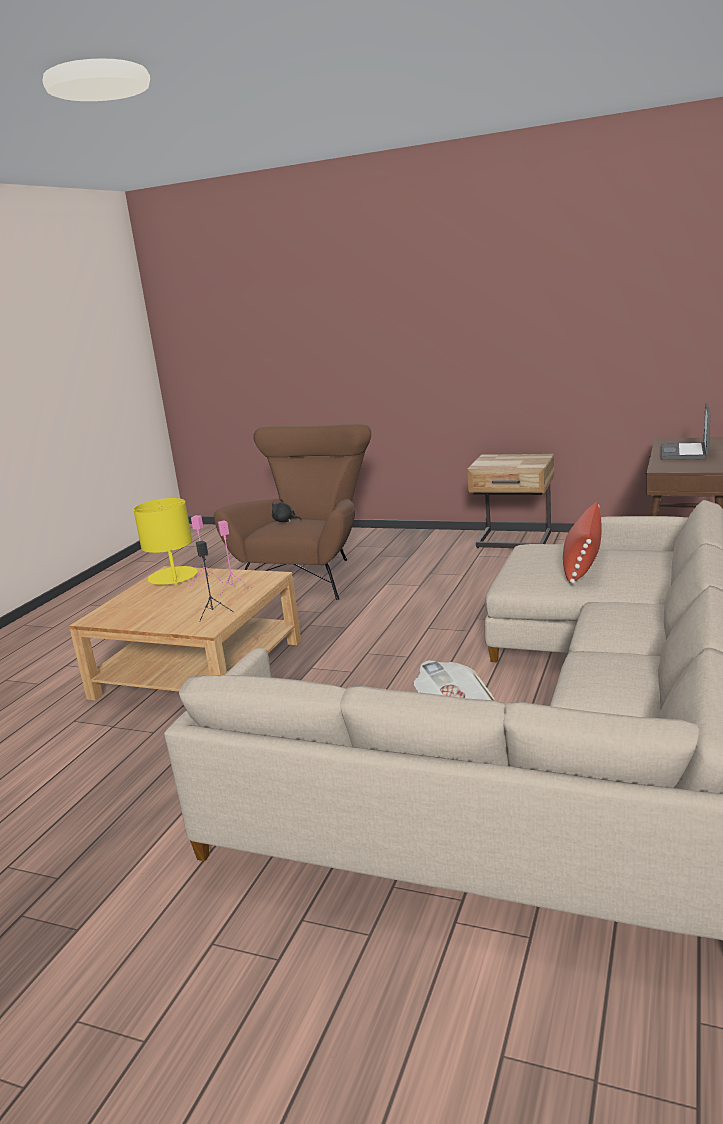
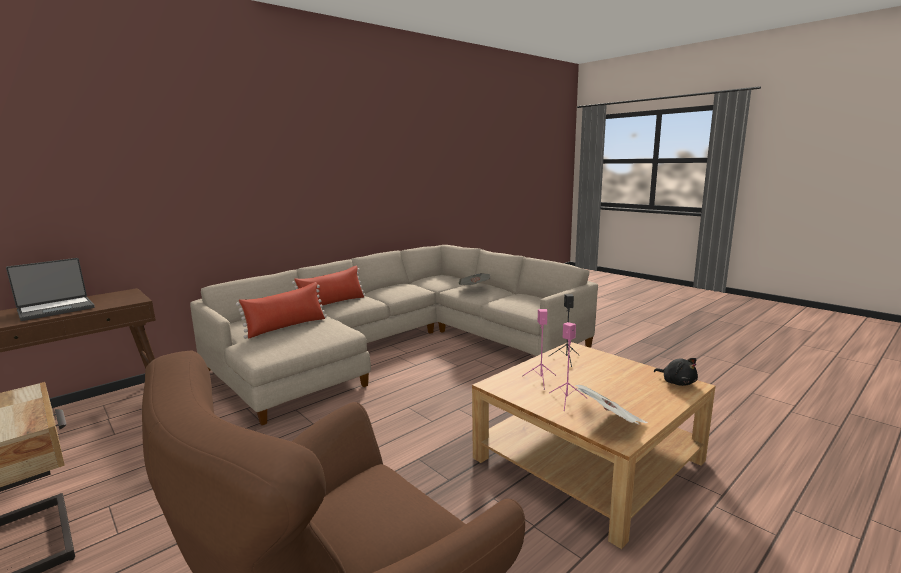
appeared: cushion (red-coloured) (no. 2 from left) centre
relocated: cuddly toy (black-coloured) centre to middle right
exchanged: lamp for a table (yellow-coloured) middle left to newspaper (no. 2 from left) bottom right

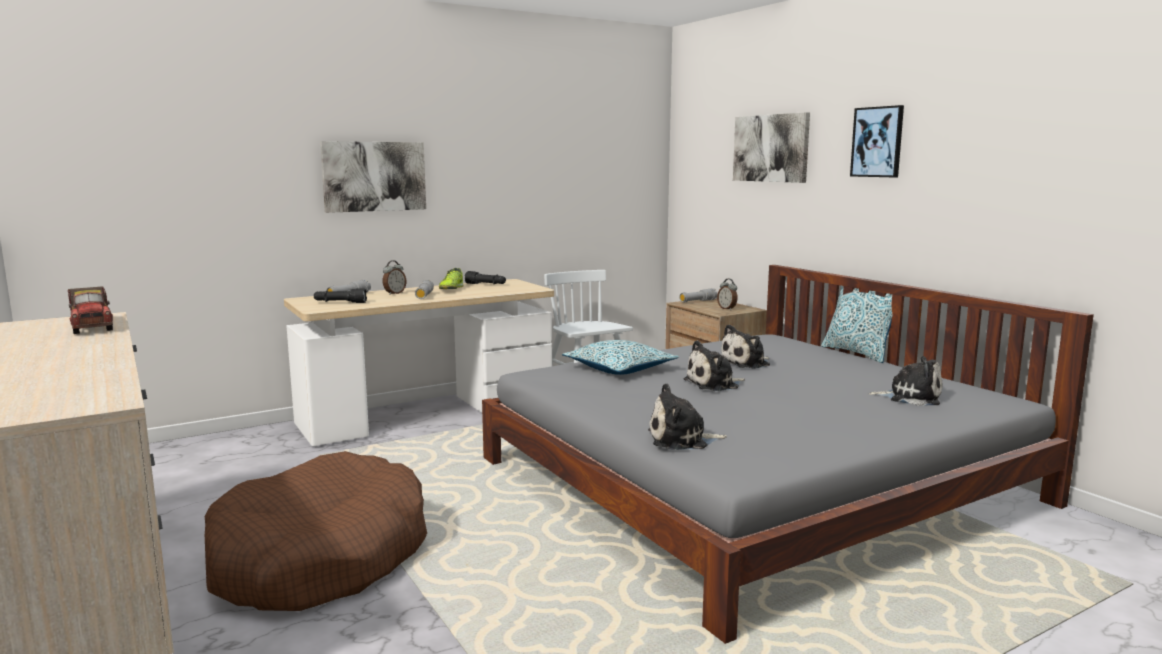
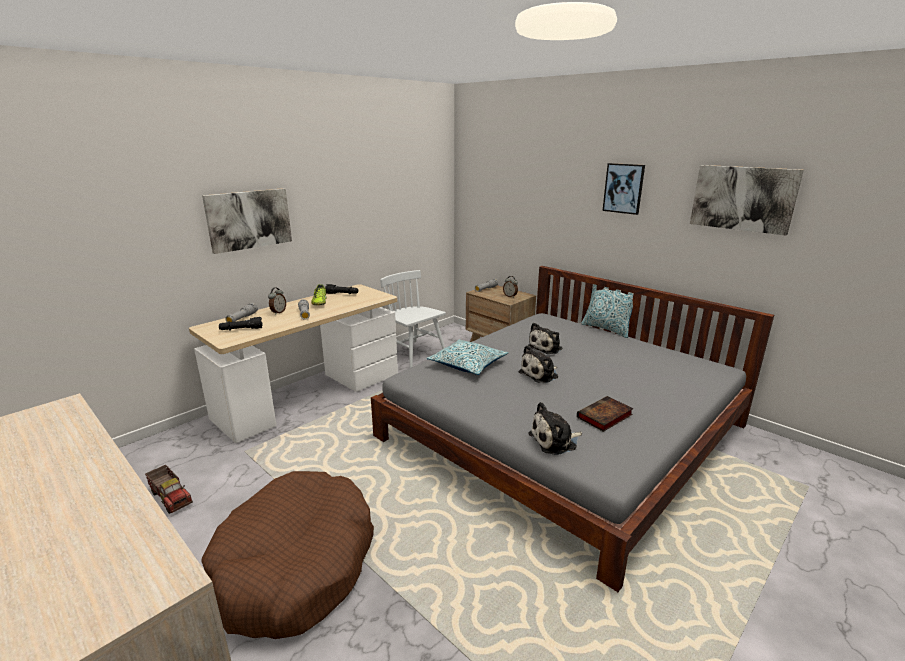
missing: cuddly toy (no. 4 from left) middle right
appeared: bound book middle right
relocated: model truck middle left to bottom left; wall picture (no. 2 from left in the first image) top centre to wall picture (no. 3 from left) top right

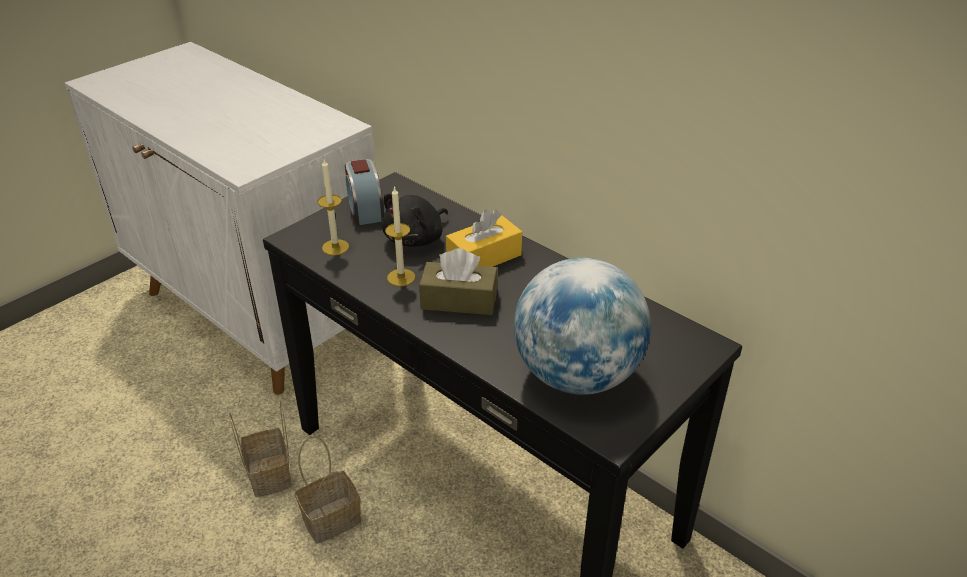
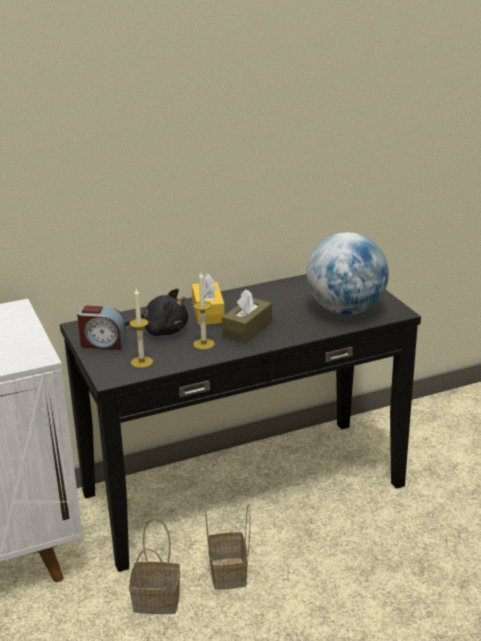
spun: cuddly toy (black-coloured) centre = middle left 60 degrees counterclockwise

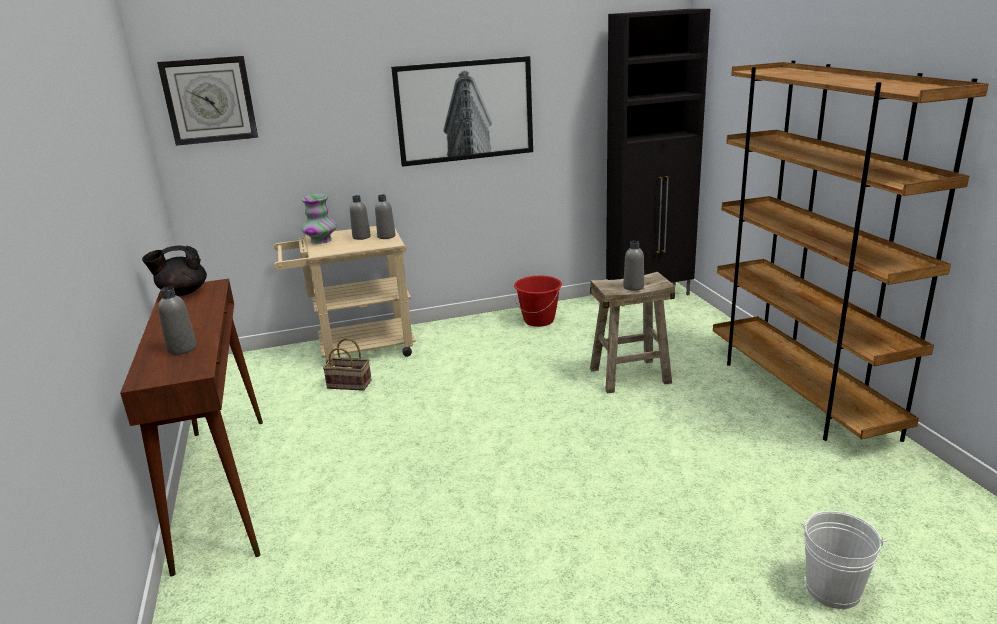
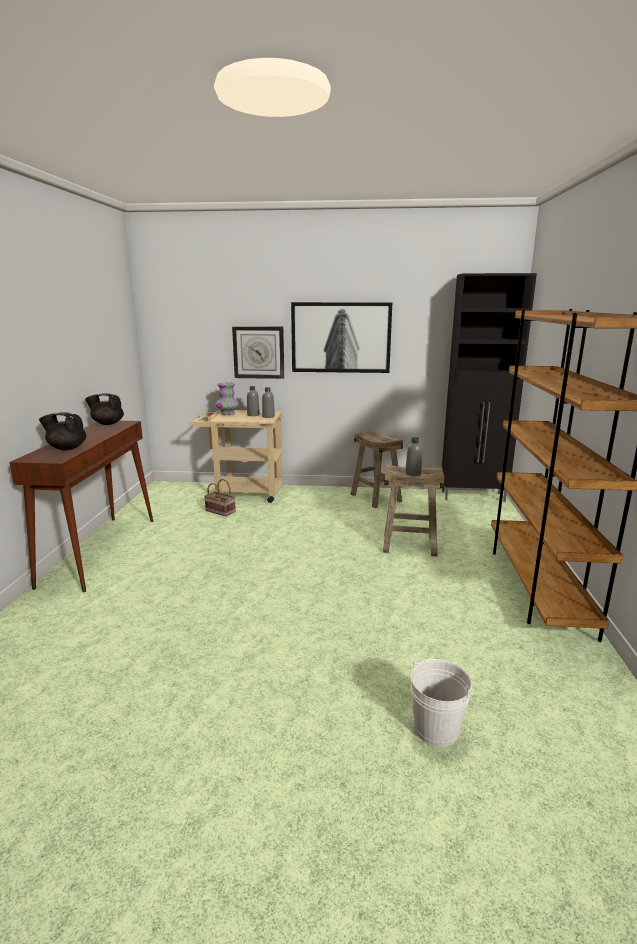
relocated: clock on the wall top left to centre
exchanged: drink bottle (greyish) (no. 1 from left) middle left to tea pot (black-coloured) (no. 1 from left) middle left; pail (red-coloured) centre to sitting stool (beige) (no. 1 from left) centre

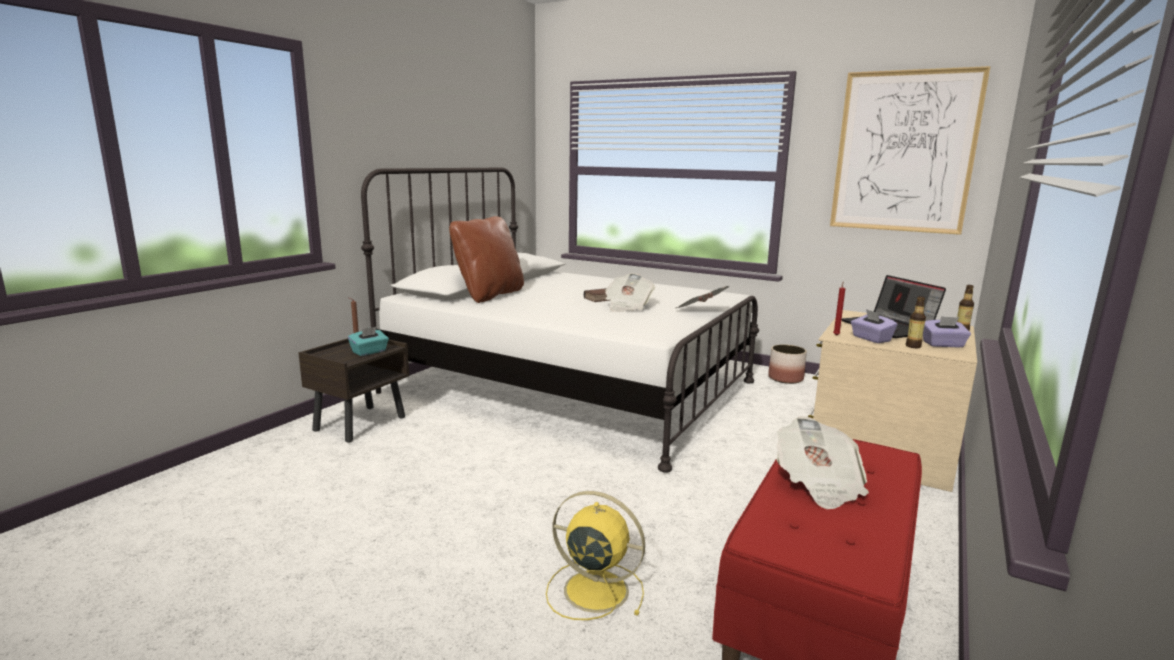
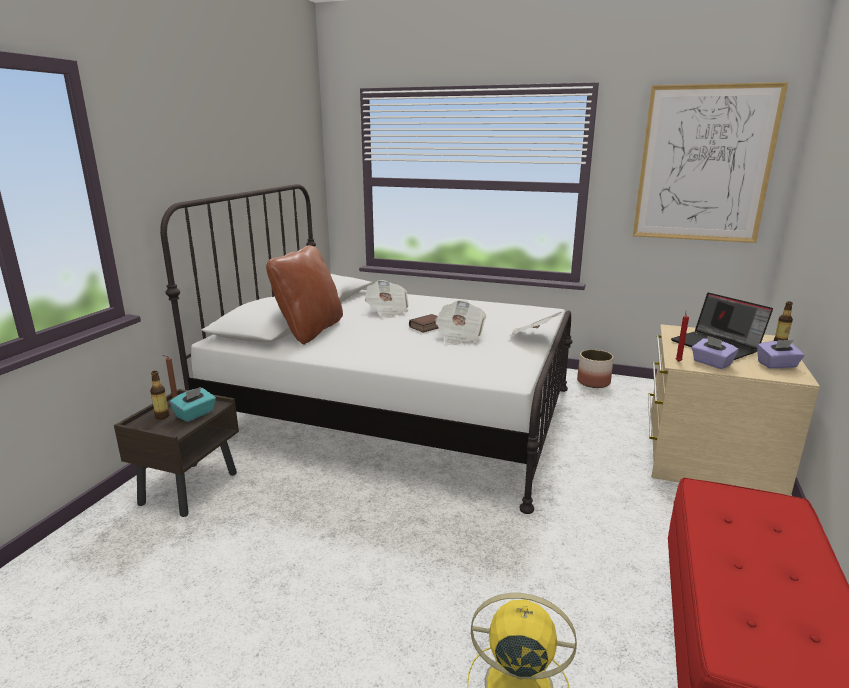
relocated: drink bottle (no. 1 from left) middle right to middle left; newspaper (no. 3 from left in the first image) bottom right to newspaper (no. 1 from left) centre

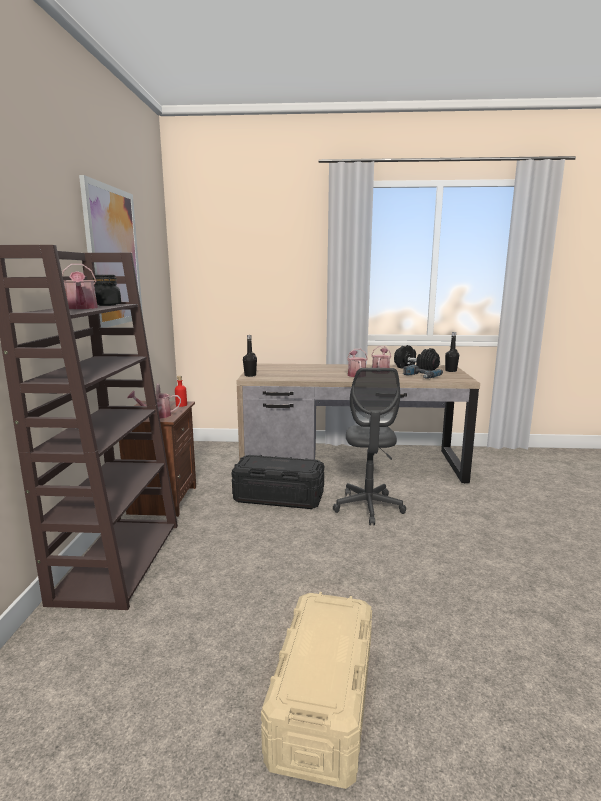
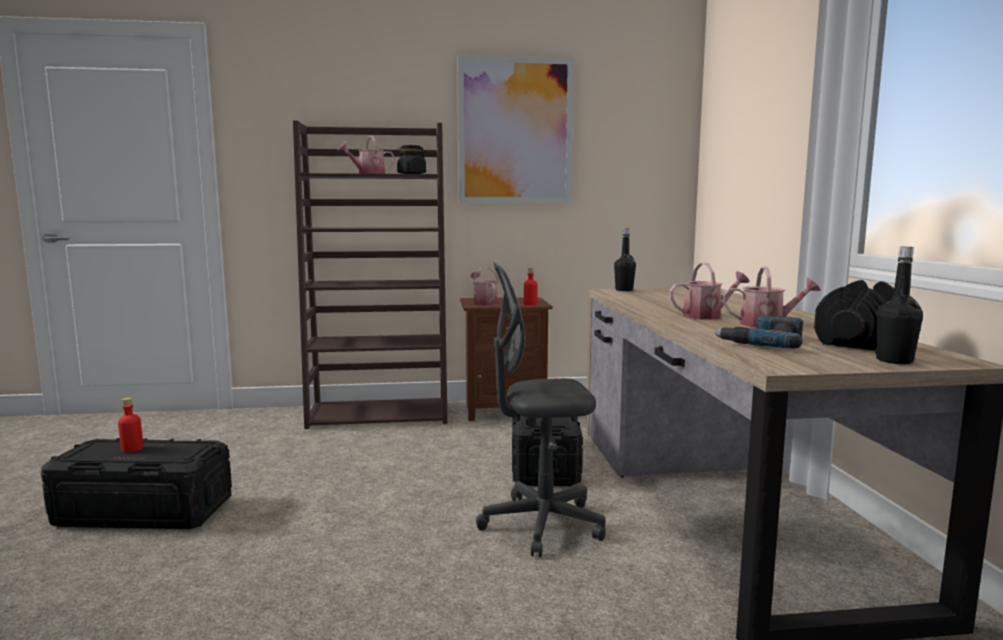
appeared: drink bottle (red-coloured) (no. 1 from left) middle left
colour: storage box (beige) bottom centre to storage box (black-coloured) (no. 1 from left) bottom left

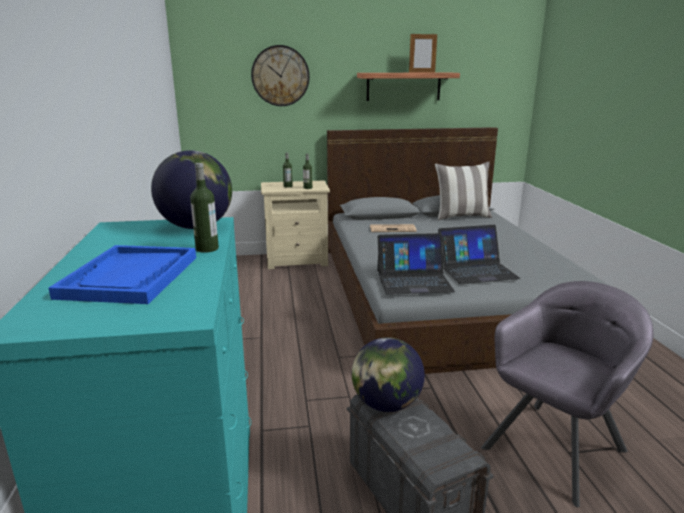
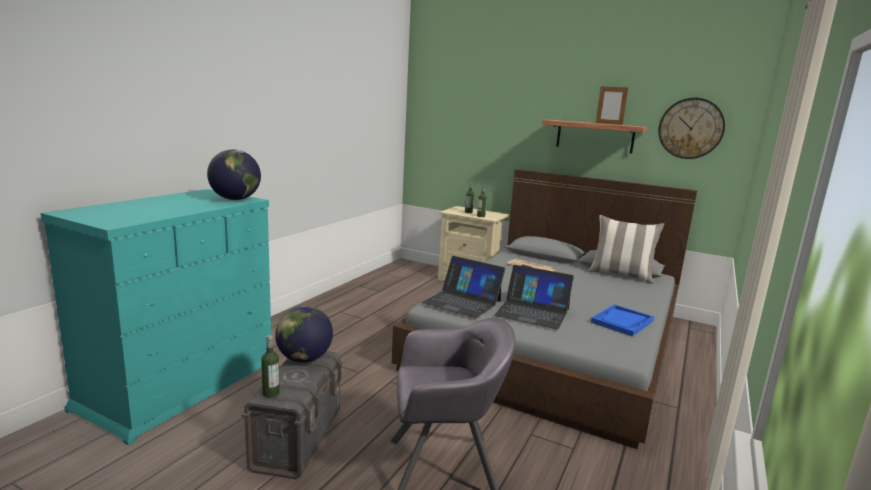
relocated: drink bottle (no. 1 from left) middle left to bottom left; serving tray (blue) middle left to middle right; clock on the wall top centre to top right

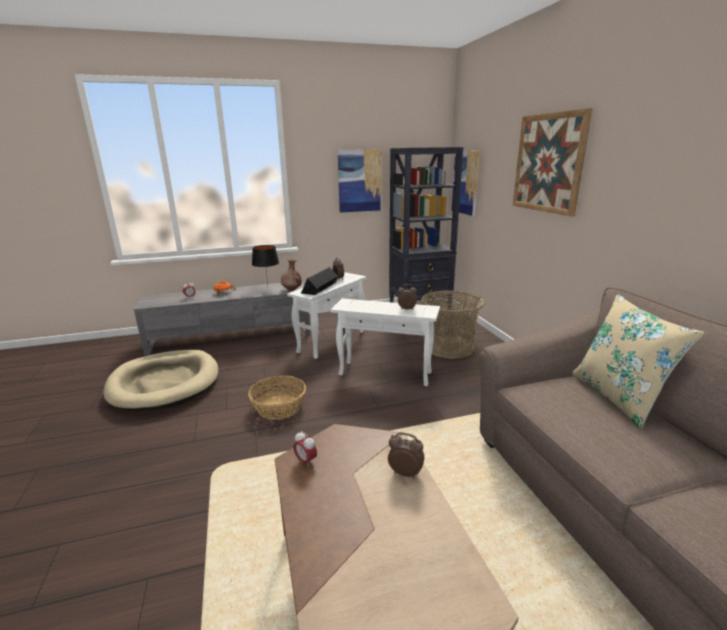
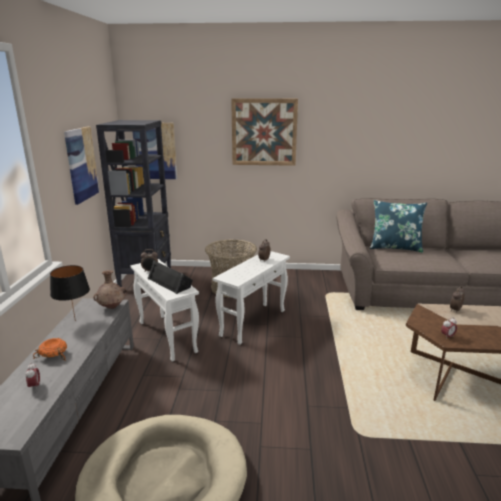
missing: storage basket (no. 1 from left) centre
colour: cushion (beige) middle right to cushion (blue) middle right

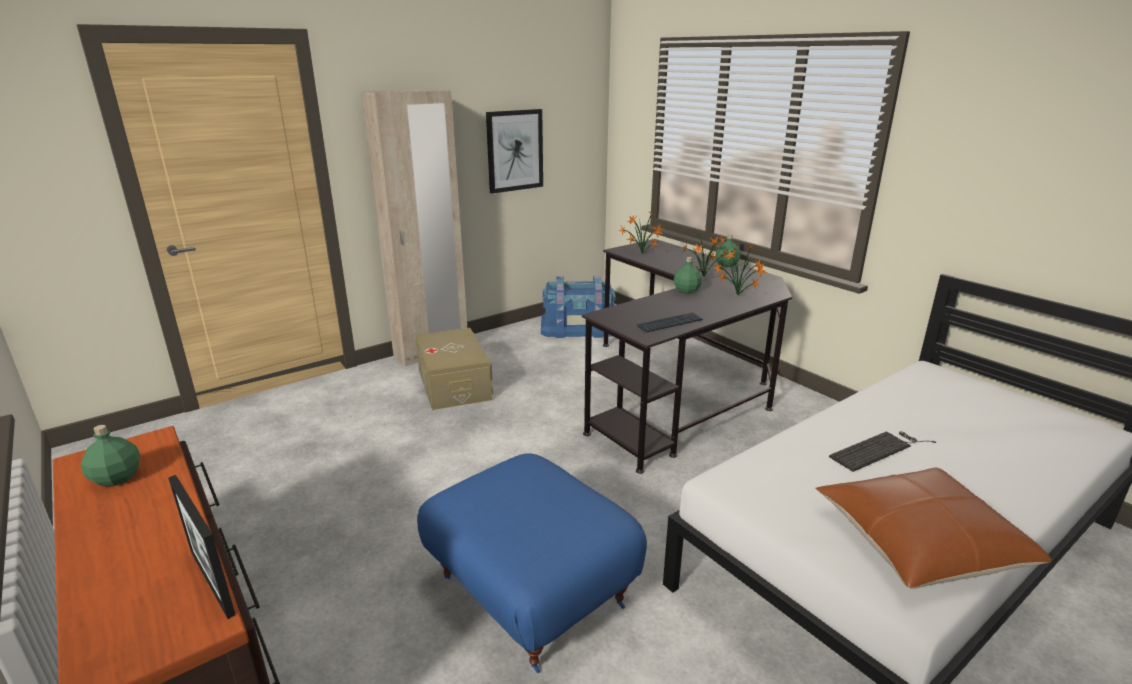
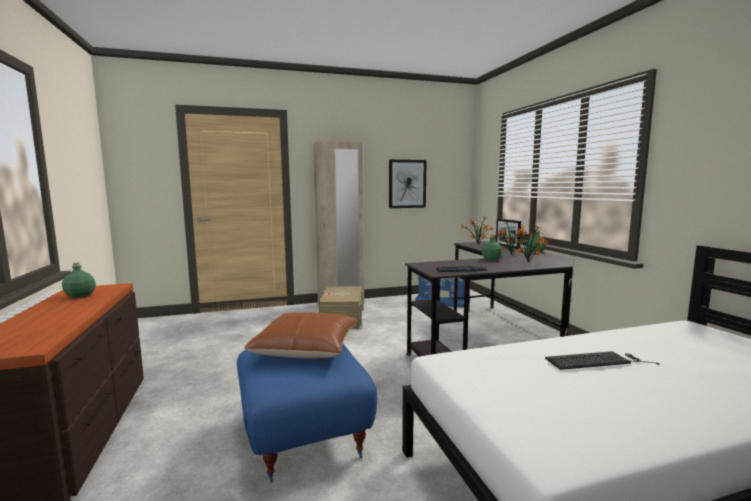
relocated: cushion (brownish) bottom right to bottom centre; standing frame bottom left to middle right

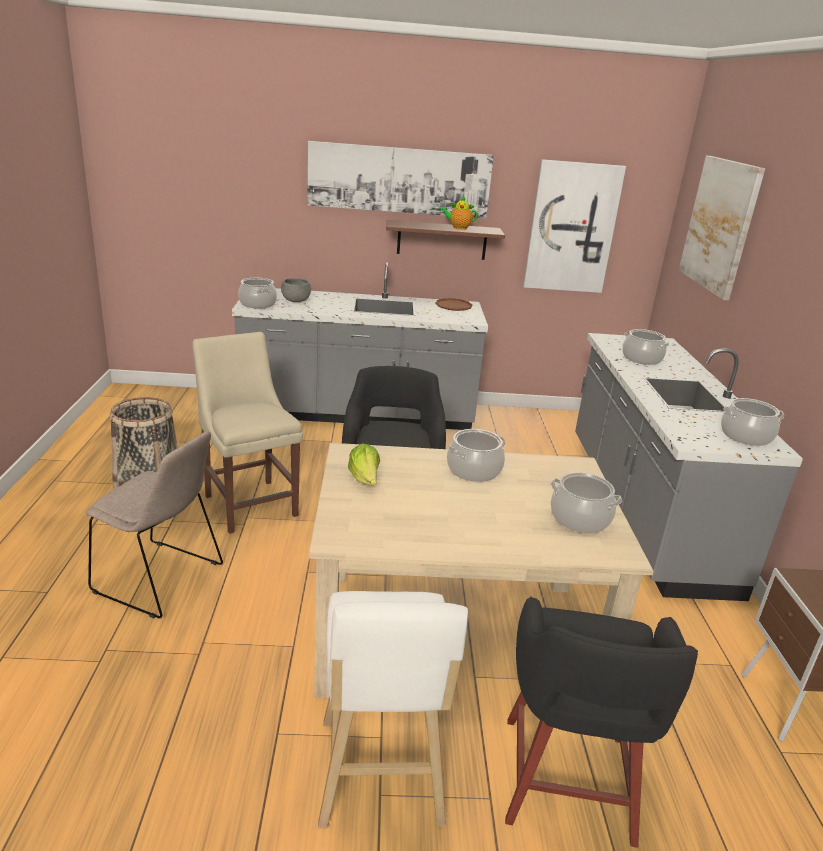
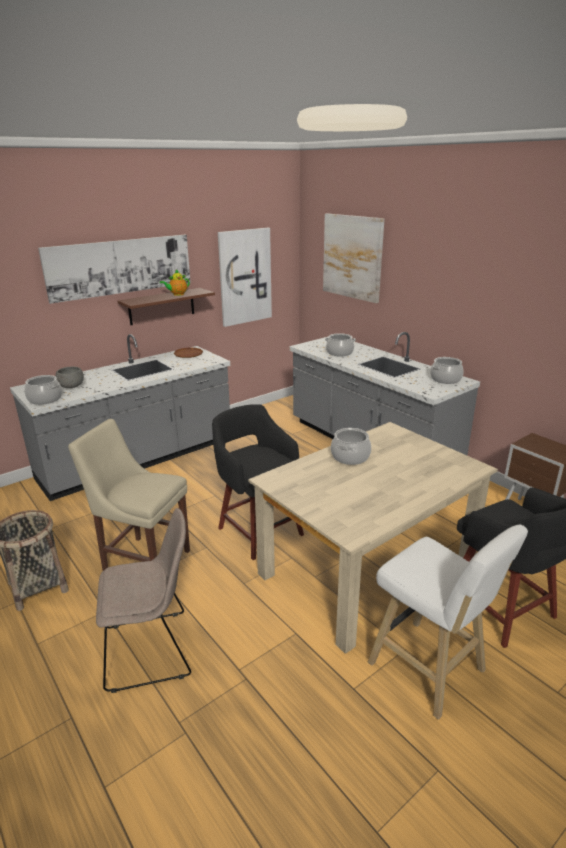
missing: head of lettuce centre; saucepot (no. 3 from left) middle right

